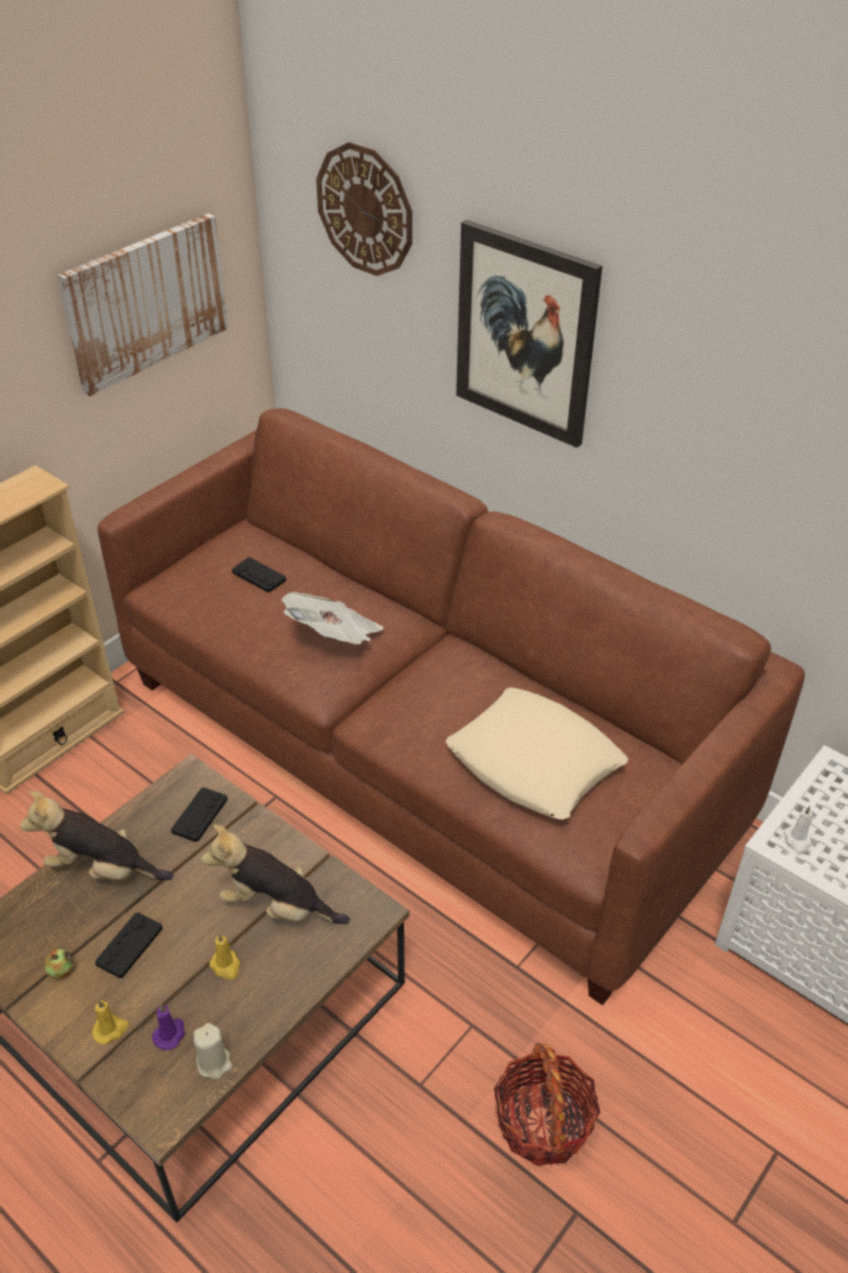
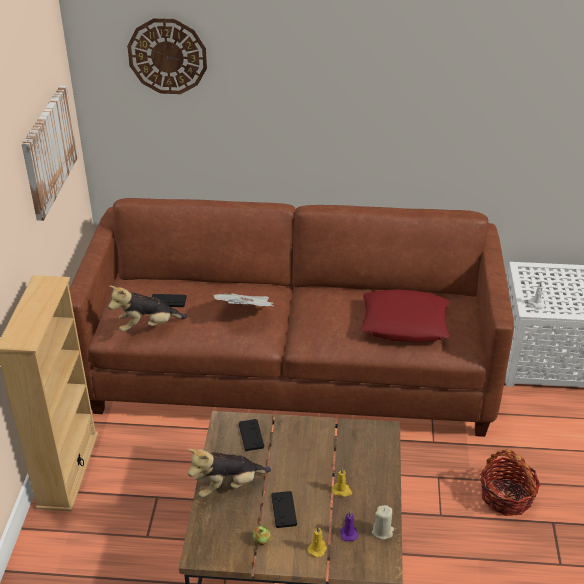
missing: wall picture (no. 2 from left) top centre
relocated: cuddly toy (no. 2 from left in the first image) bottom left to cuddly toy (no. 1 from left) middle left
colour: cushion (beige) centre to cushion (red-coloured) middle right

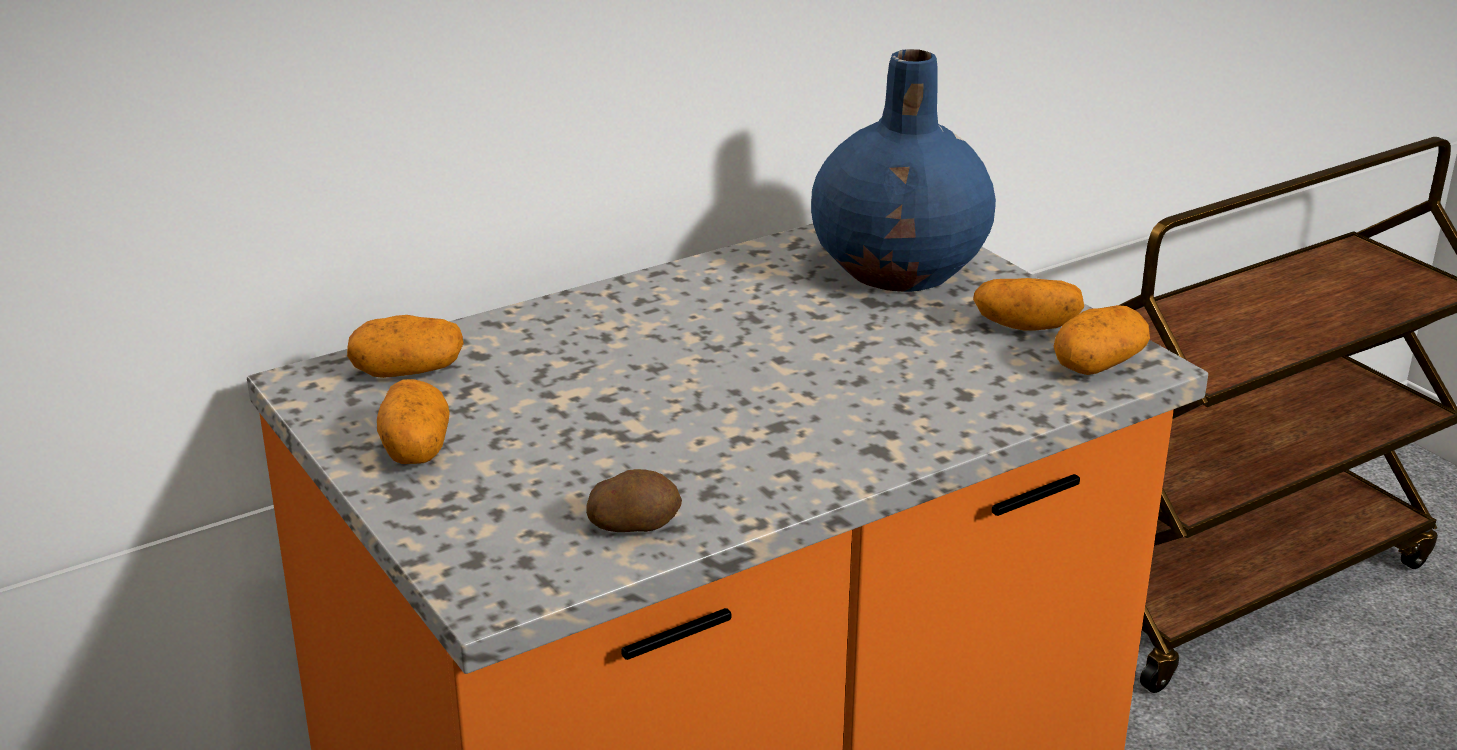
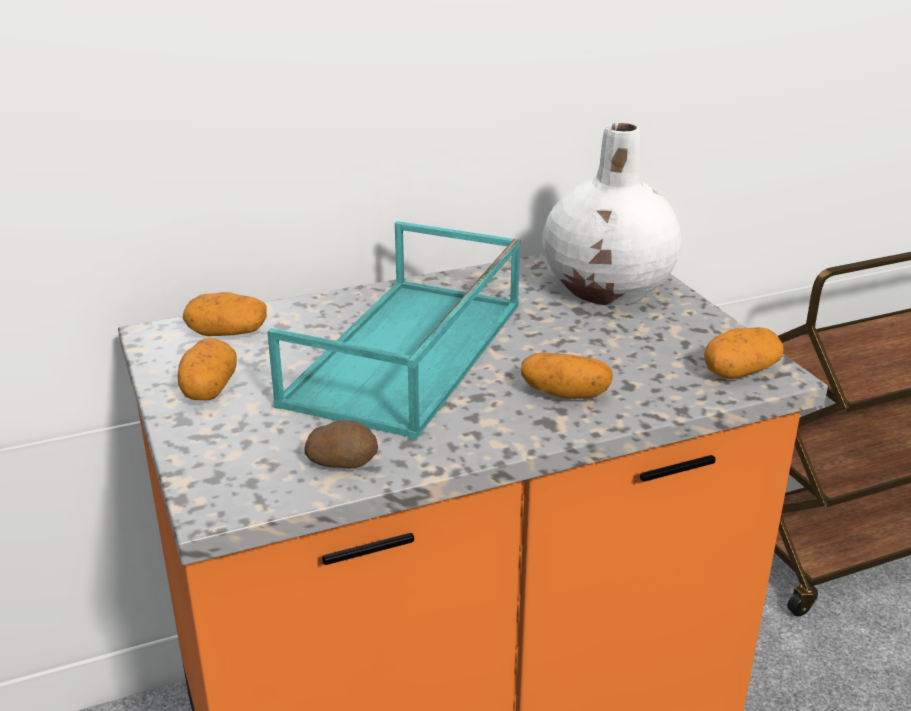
appeared: serving tray (blue-green) centre
relocated: whole potato (no. 4 from left) middle right to centre
colour: flower vase (blue) top centre to flower vase (white-coloured) top right

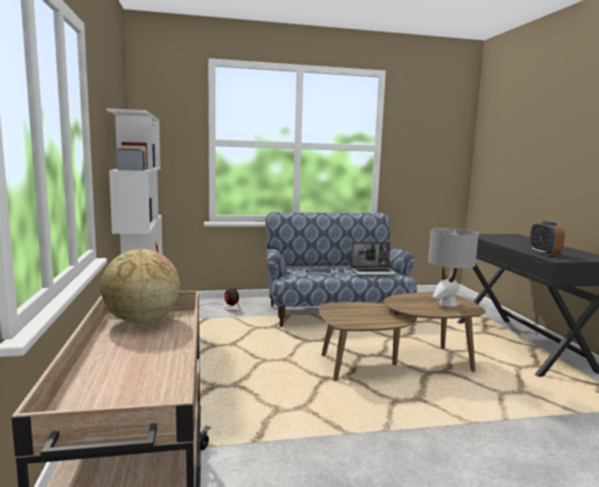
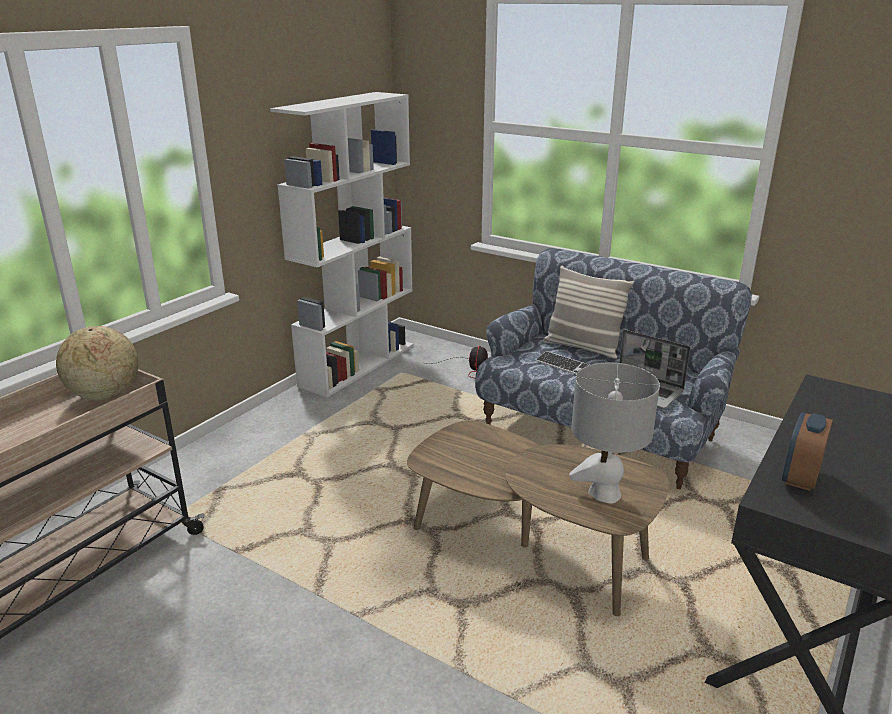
appeared: cushion centre

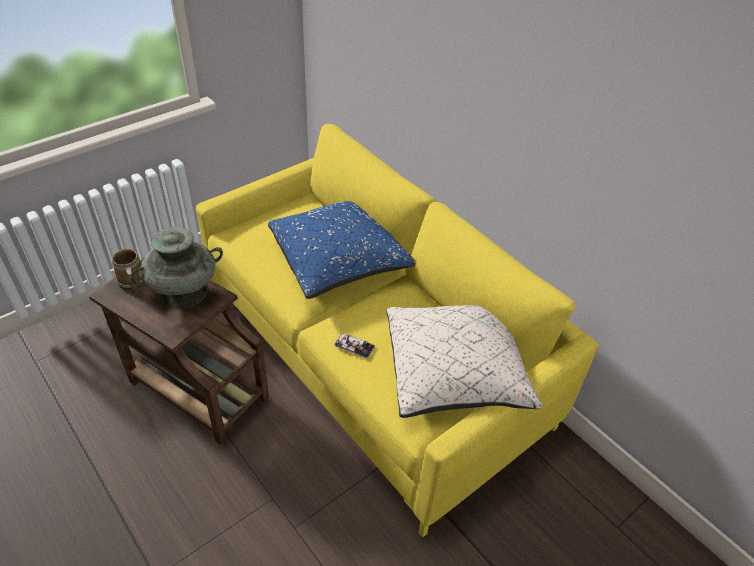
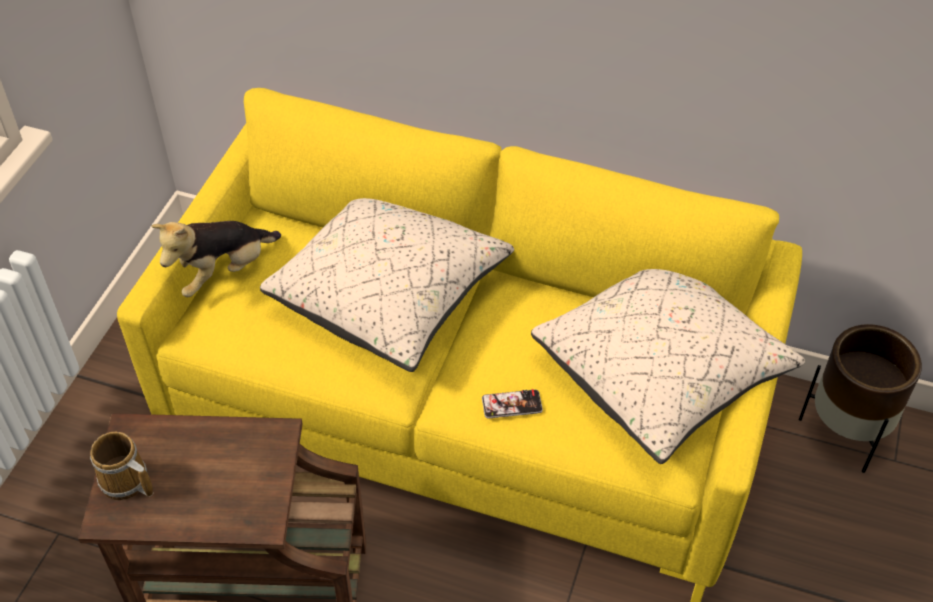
missing: flower vase (blue-green) middle left
appeared: cuddly toy middle left; flower pot (brownish) middle right
colour: cushion (blue) centre to cushion (beige) (no. 1 from left) centre

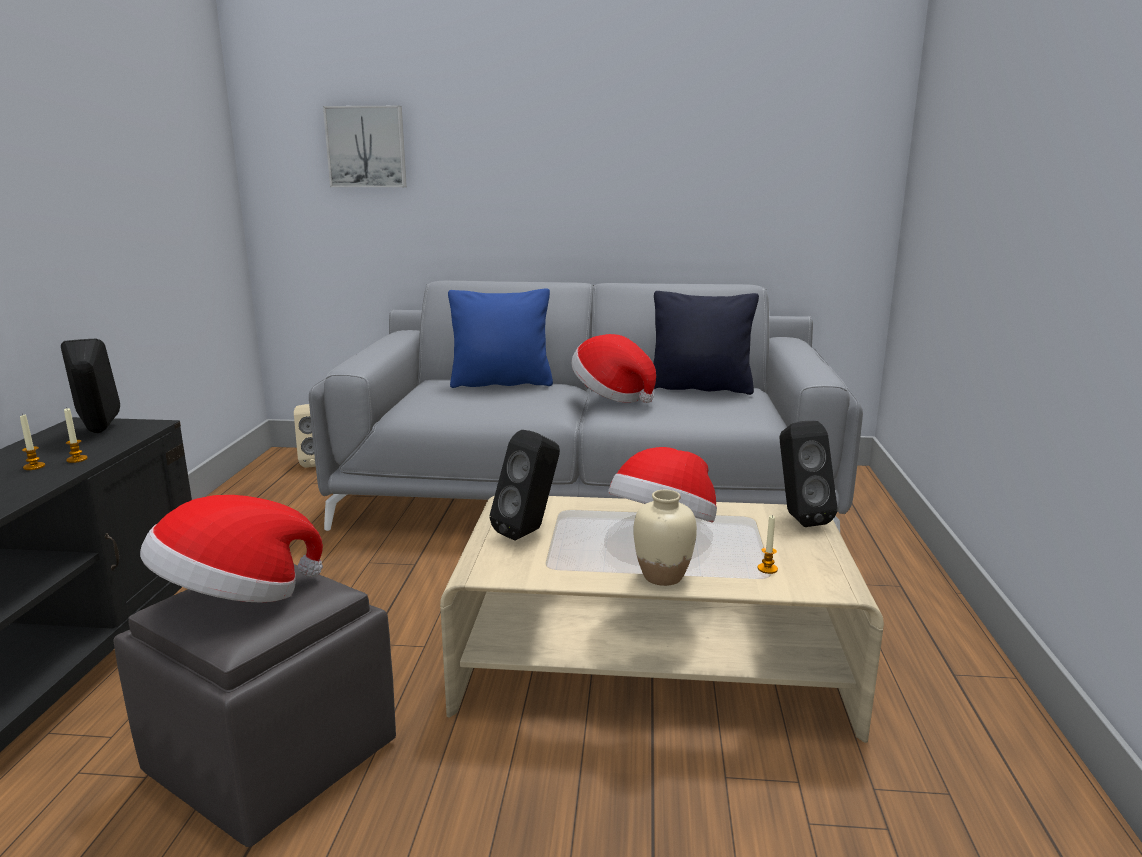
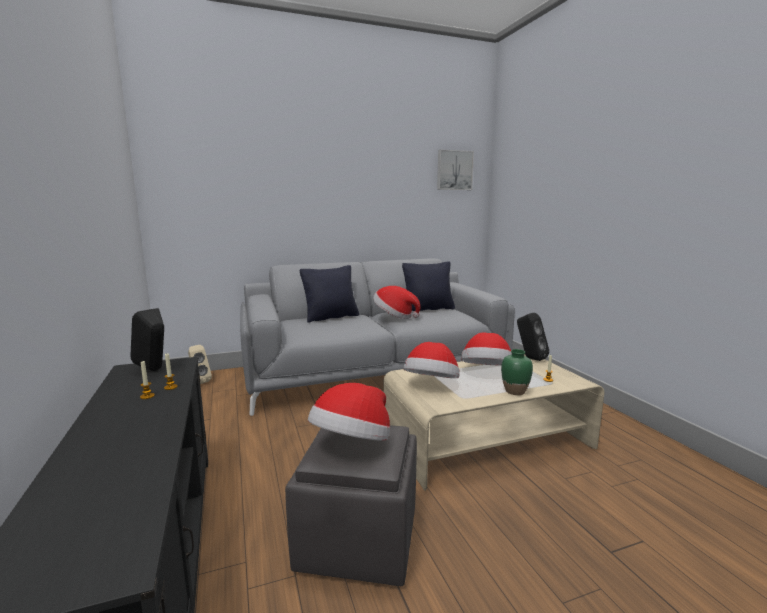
relocated: wall picture top left to top centre
exchanged: speaker (black-coloured) (no. 2 from left) centre to hat (no. 3 from left) centre
colour: cushion (blue) centre to cushion (black-coloured) (no. 1 from left) centre; flower vase (beige) centre to flower vase (greenish) middle right

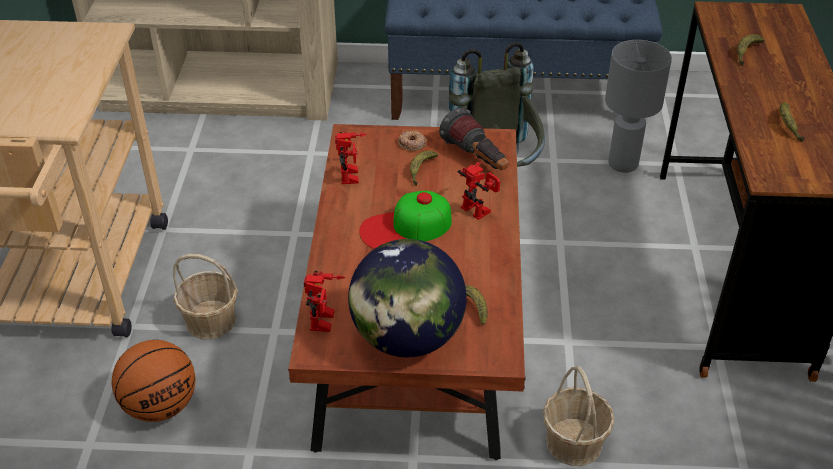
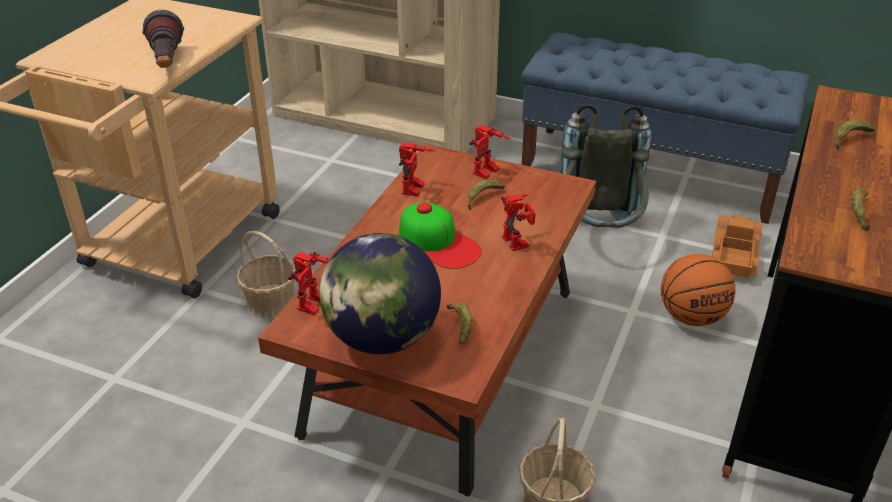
relocated: torch top centre to top left; basketball bottom left to middle right
exchanged: donut top centre to robot figure (no. 3 from left) top centre; lamp for a table (greyish) top right to model truck middle right
spun: peaked cap centre = centre 135 degrees counterclockwise

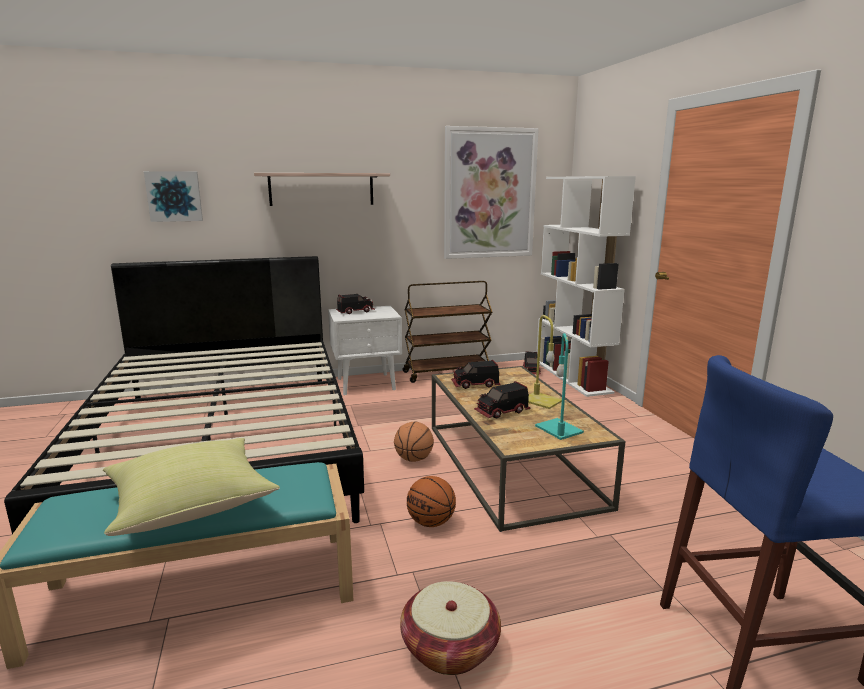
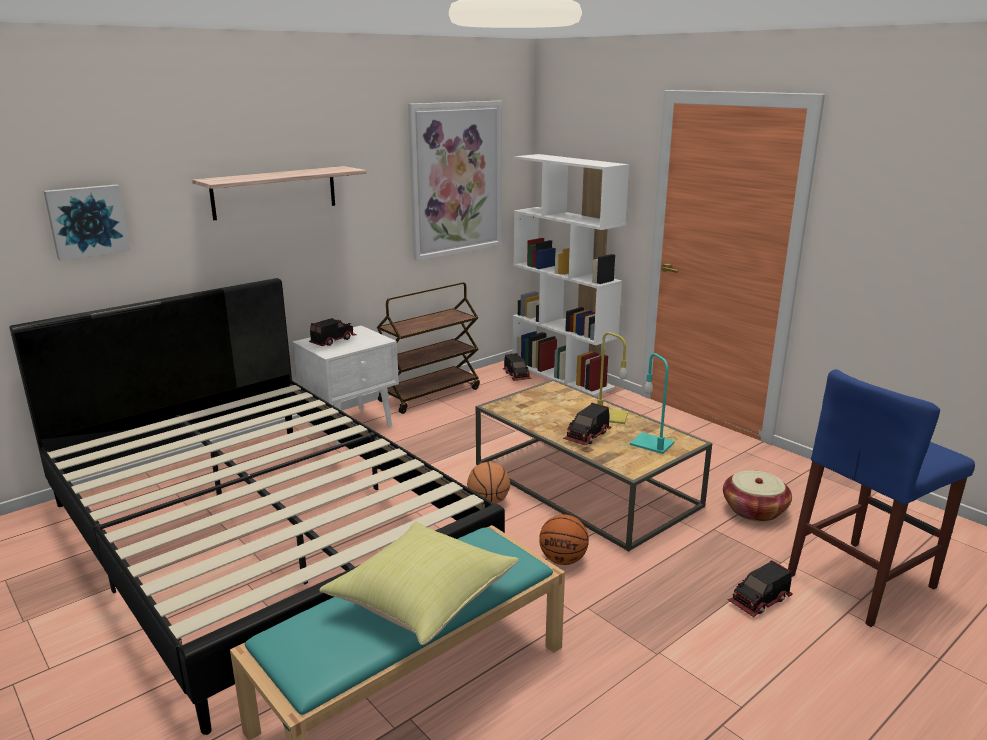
relocated: storage basket bottom centre to bottom right; model truck (no. 2 from left in the first image) centre to model truck (no. 4 from left) bottom right

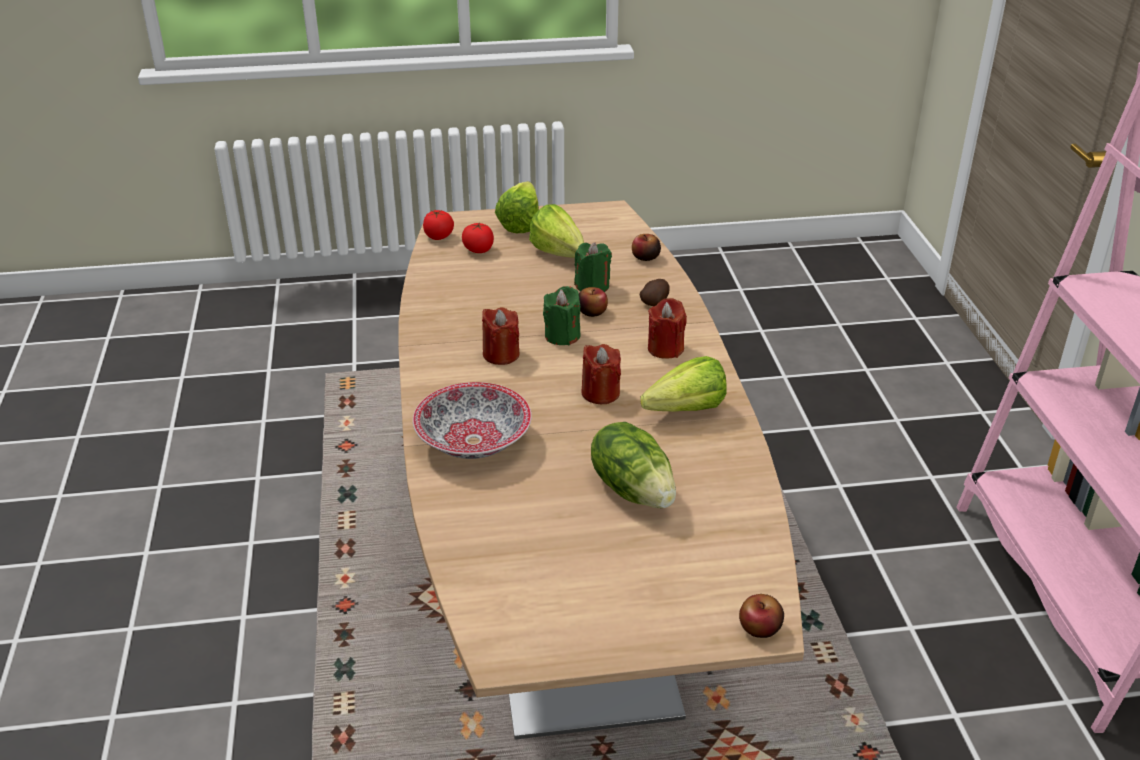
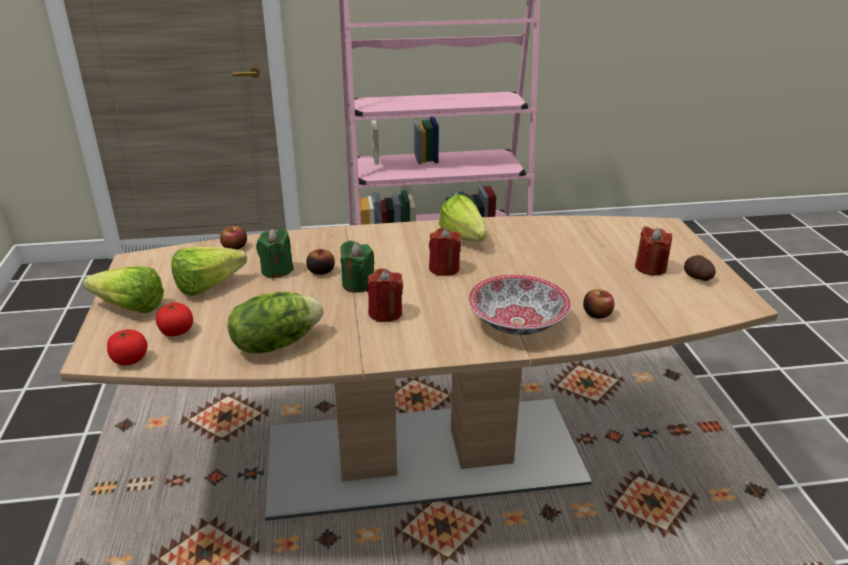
relocated: head of lettuce (no. 3 from left) centre to middle left; whole apple (no. 3 from left) bottom right to middle right; wax light (red-coloured) (no. 3 from left) centre to middle right; whole potato centre to middle right

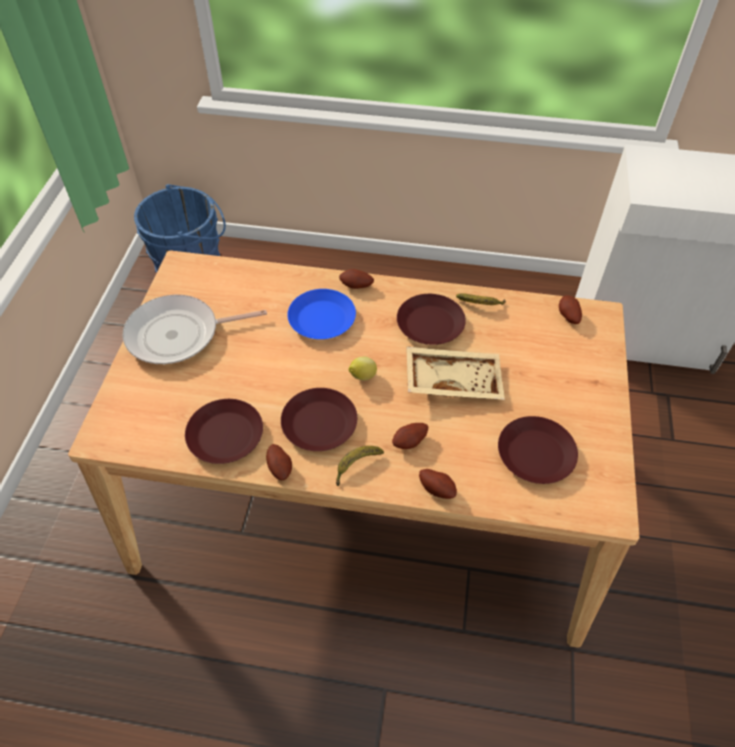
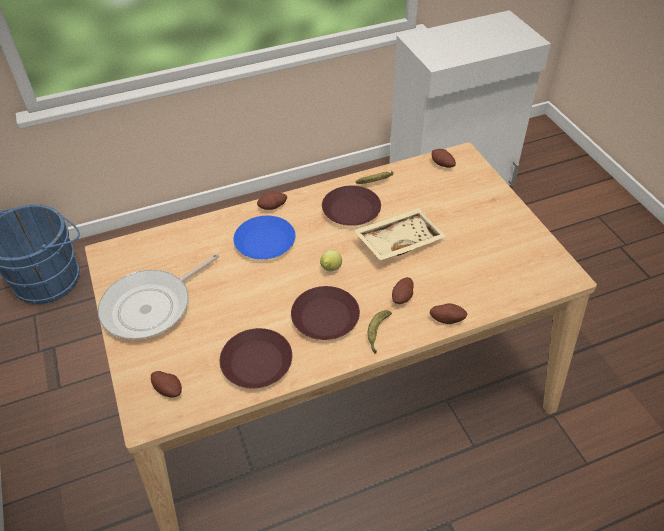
missing: dinner plate (brownish) (no. 4 from left) middle right
relocated: whole potato (no. 1 from left) centre to bottom left

